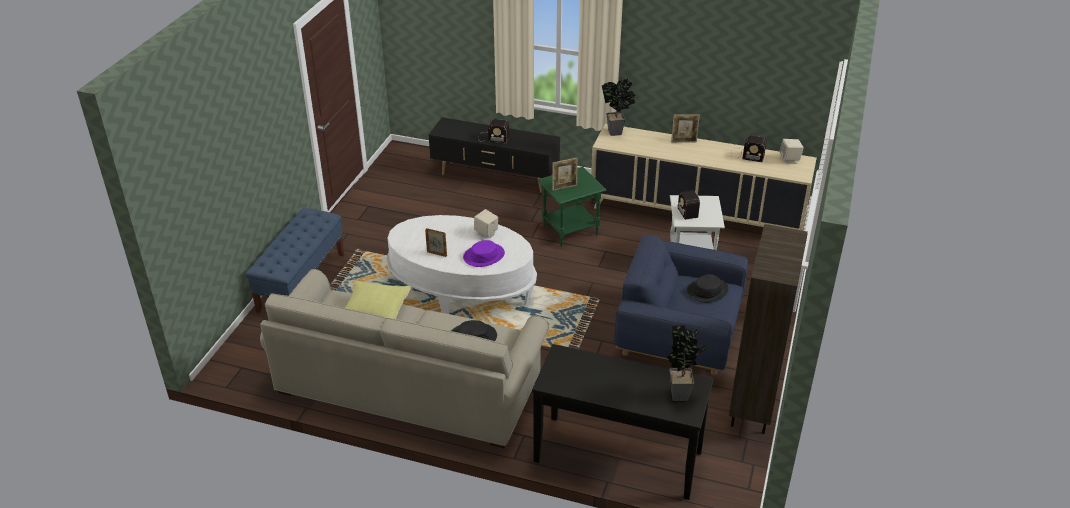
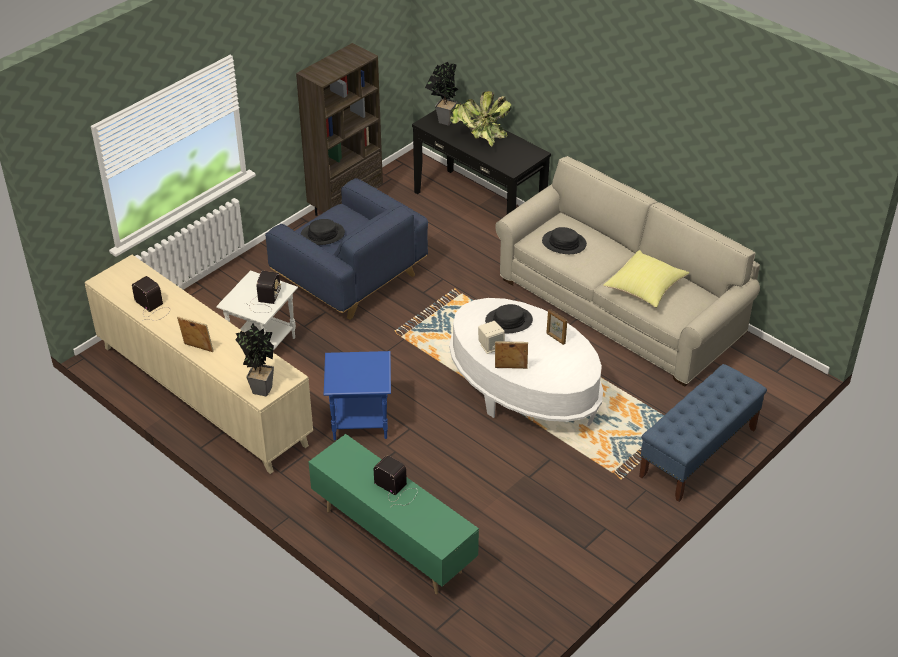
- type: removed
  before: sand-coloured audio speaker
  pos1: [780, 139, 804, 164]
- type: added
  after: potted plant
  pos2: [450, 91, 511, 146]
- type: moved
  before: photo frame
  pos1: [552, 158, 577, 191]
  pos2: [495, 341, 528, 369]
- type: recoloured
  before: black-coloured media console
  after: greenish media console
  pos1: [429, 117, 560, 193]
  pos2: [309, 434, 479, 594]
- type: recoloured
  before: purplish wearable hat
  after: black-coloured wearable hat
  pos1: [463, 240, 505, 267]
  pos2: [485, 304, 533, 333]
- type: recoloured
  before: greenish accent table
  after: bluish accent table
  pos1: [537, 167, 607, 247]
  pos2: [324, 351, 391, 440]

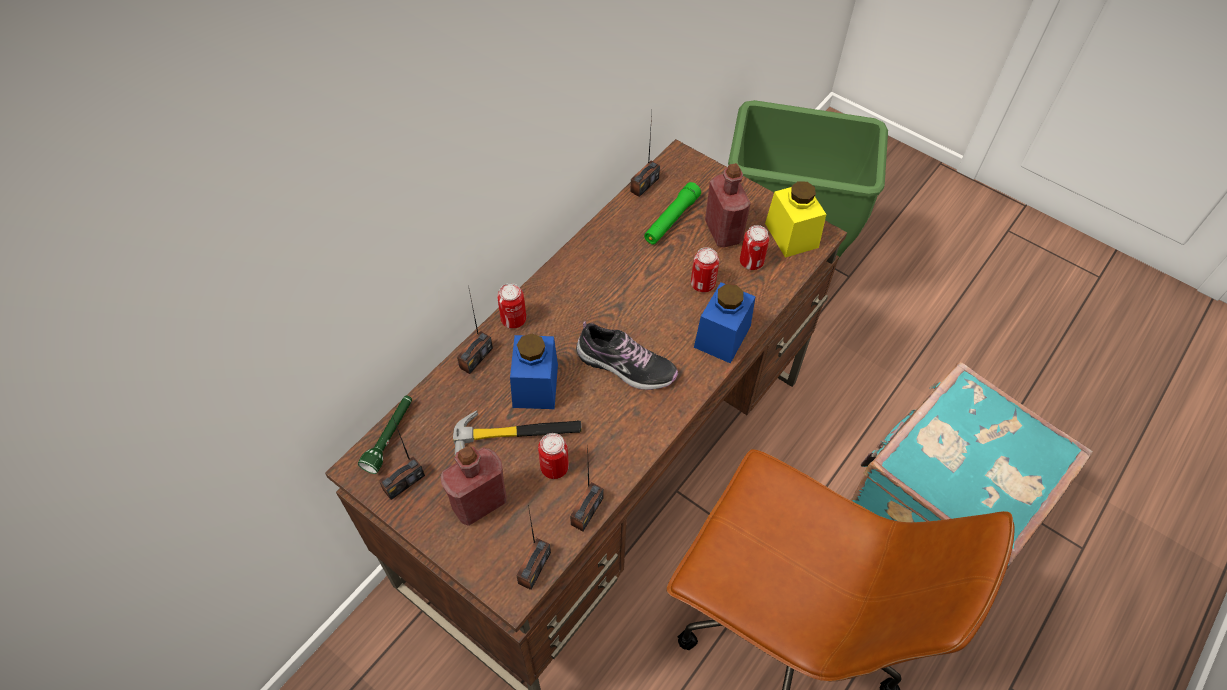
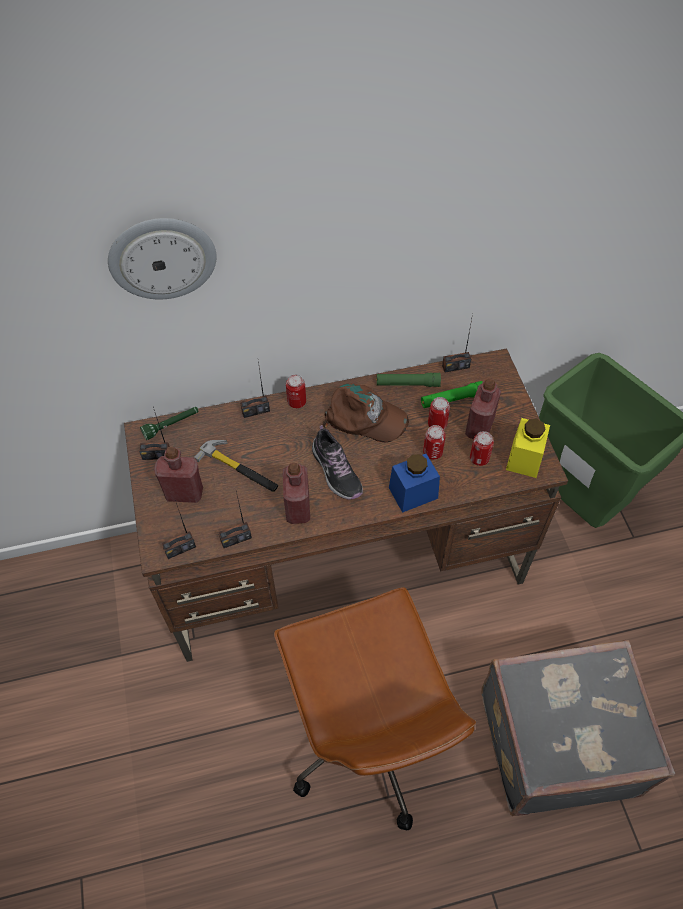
- type: removed
  before: bluish storage jar
  pos1: [510, 333, 558, 409]
- type: added
  after: wall clock
  pos2: [108, 218, 217, 299]
- type: added
  after: red drink bottle
  pos2: [283, 463, 310, 524]
- type: added
  after: brown cap
  pos2: [322, 384, 409, 443]
- type: added
  after: greenish hand torch
  pos2: [376, 373, 441, 387]
- type: moved
  before: can
  pos1: [538, 433, 569, 479]
  pos2: [428, 397, 450, 430]
- type: recoloured
  before: turquoise-coloured piece of luggage
  after: greyish piece of luggage
  pos1: [851, 362, 1093, 569]
  pos2: [481, 640, 675, 816]

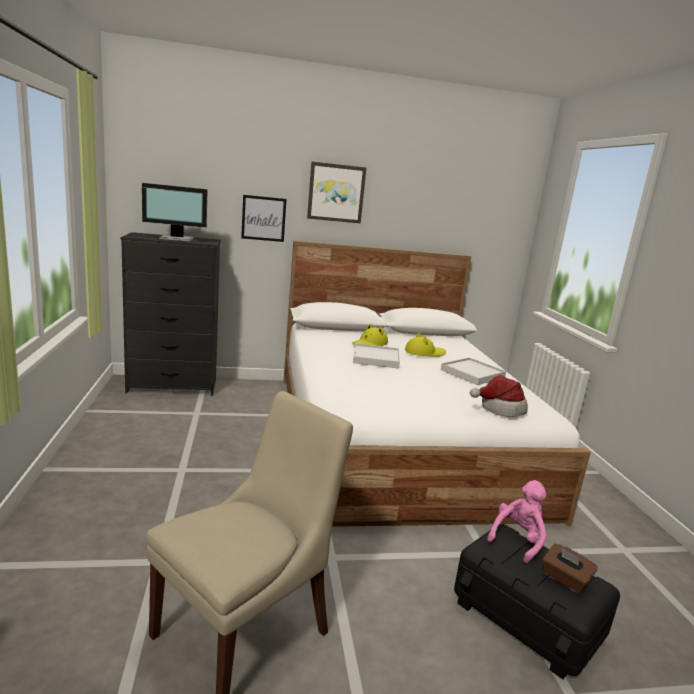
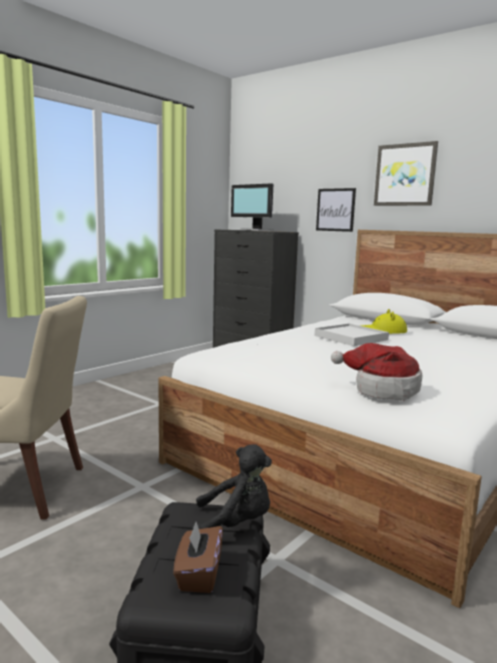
- type: removed
  before: yellow wearable hat
  pos1: [405, 333, 446, 357]
- type: removed
  before: white-coloured serving tray
  pos1: [441, 358, 506, 385]
- type: recoloured
  before: pinkish plush toy
  after: black-coloured plush toy
  pos1: [487, 480, 547, 563]
  pos2: [191, 444, 272, 530]

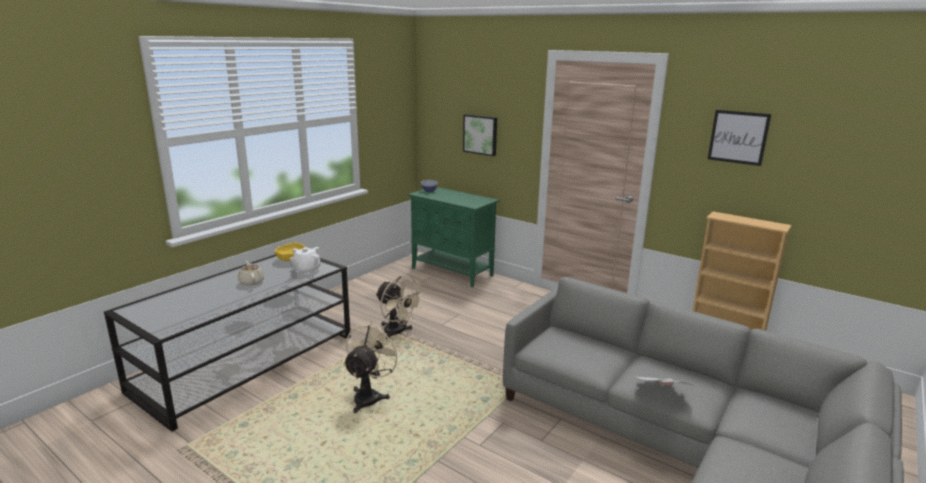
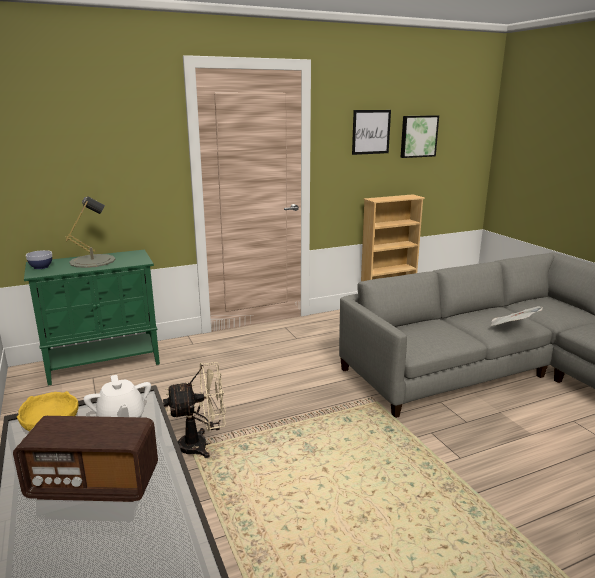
- type: removed
  before: sand-coloured fan
  pos1: [343, 322, 402, 413]
- type: added
  after: greyish table lamp
  pos2: [66, 197, 116, 268]
- type: moved
  before: wall art
  pos1: [463, 114, 497, 156]
  pos2: [401, 115, 439, 158]
- type: replaced
  before: sand-coloured tea pot
  after: radio
  pos1: [238, 261, 264, 286]
  pos2: [13, 416, 158, 502]

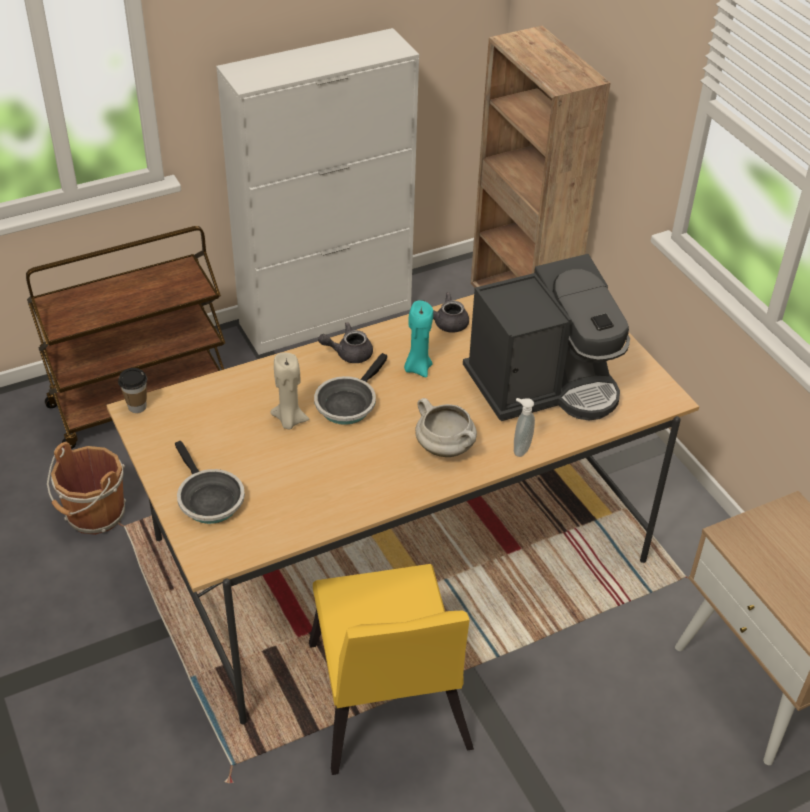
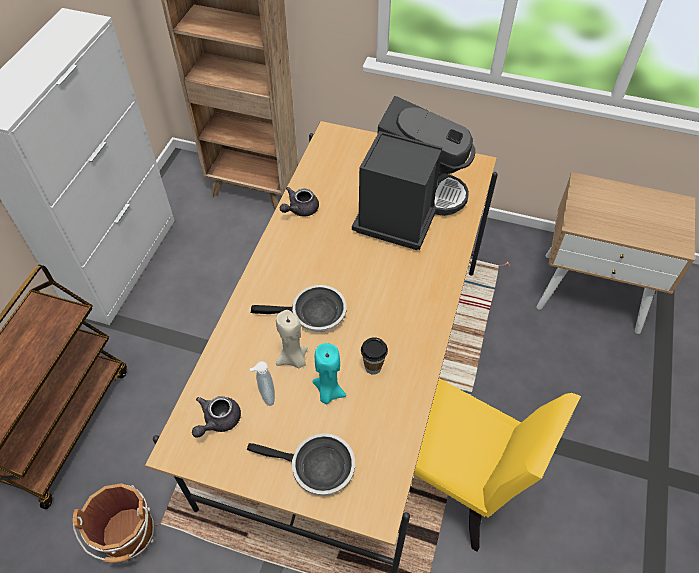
- type: removed
  before: white-coloured stockpot
  pos1: [415, 398, 477, 457]
- type: moved
  before: cup
  pos1: [118, 368, 147, 413]
  pos2: [361, 337, 388, 375]
- type: moved
  before: greyish tea pot
  pos1: [318, 322, 373, 363]
  pos2: [192, 396, 241, 438]
- type: moved
  before: turquoise-coloured wax light
  pos1: [404, 301, 433, 377]
  pos2: [312, 343, 347, 404]
- type: moved
  before: liquid soap bottle
  pos1: [514, 398, 535, 457]
  pos2: [250, 361, 275, 406]
- type: turned
  before: skillet
  pos1: [314, 353, 387, 425]
  pos2: [251, 285, 346, 332]
  turn: -75

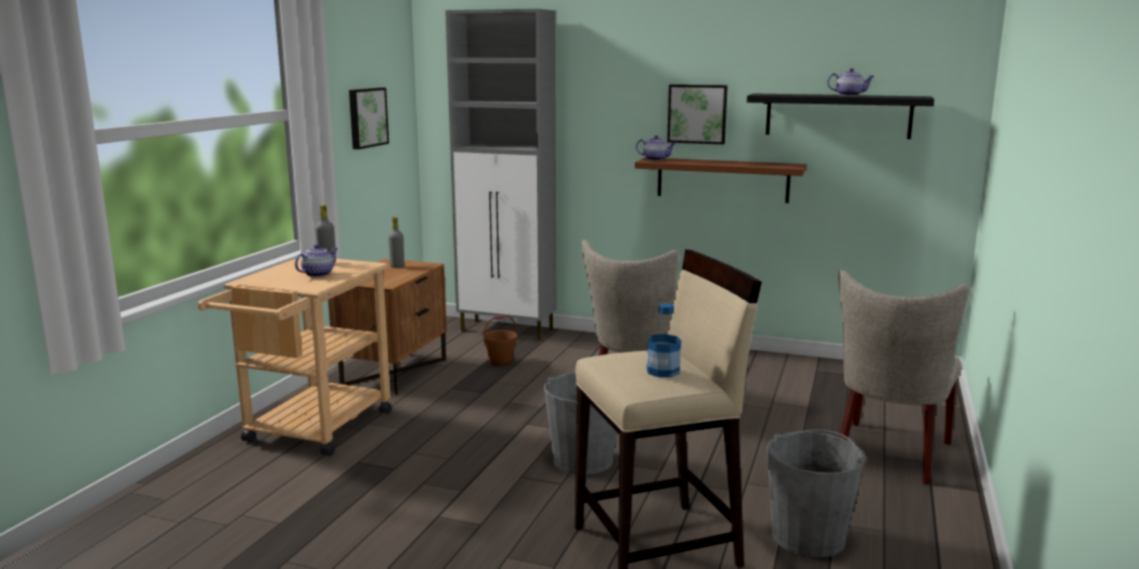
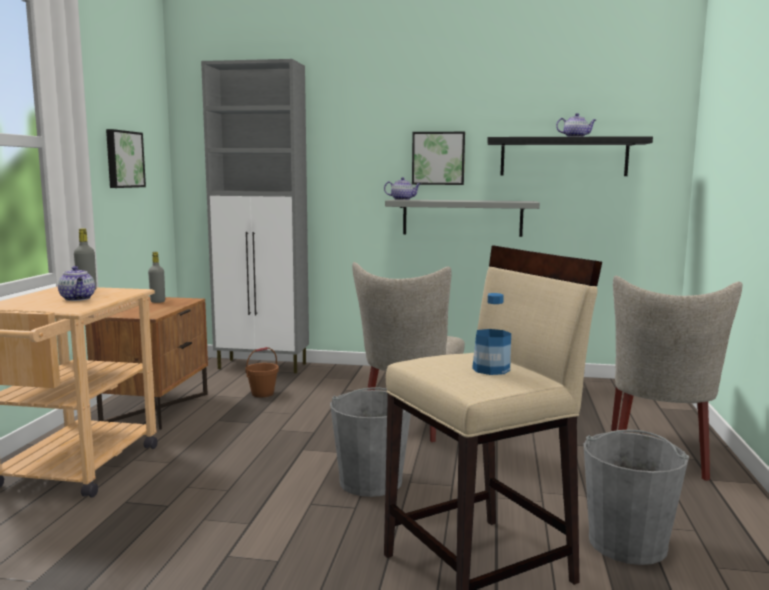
- type: recoloured
  before: brown bracket shelf
  after: greyish bracket shelf
  pos1: [635, 157, 807, 203]
  pos2: [385, 199, 540, 237]
- type: turned
  before: tea pot
  pos1: [295, 244, 338, 277]
  pos2: [58, 266, 95, 301]
  turn: 120

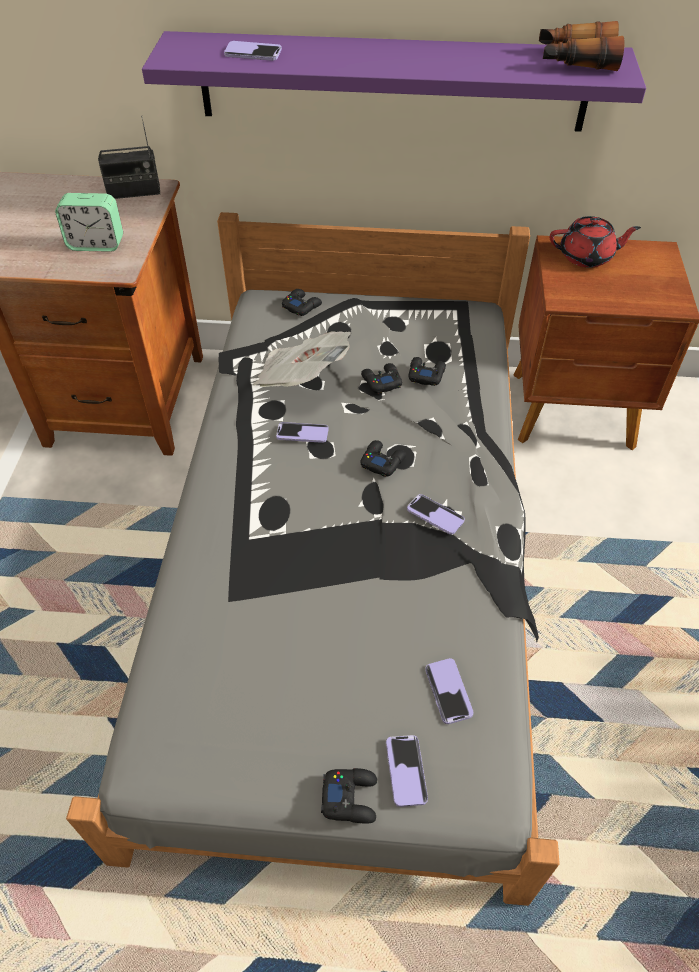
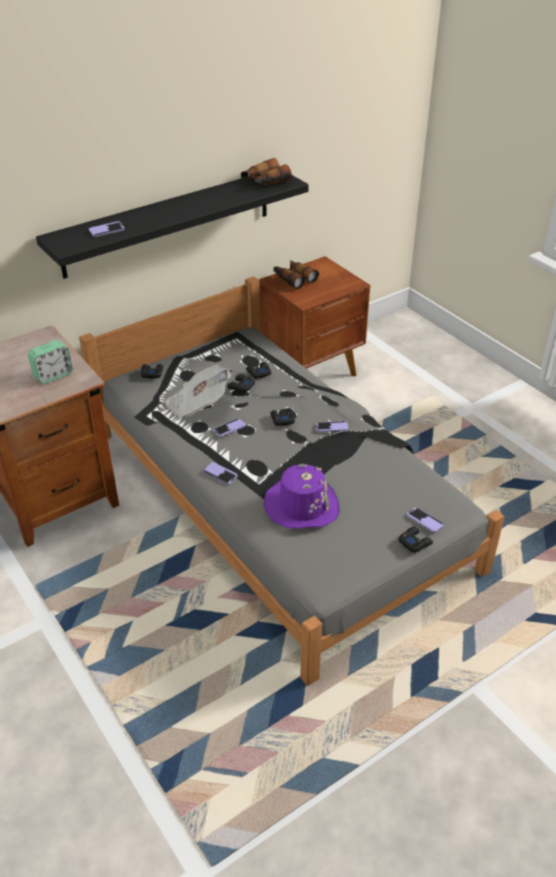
- type: removed
  before: radio
  pos1: [98, 116, 160, 199]
- type: added
  after: purplish wearable hat
  pos2: [264, 464, 340, 529]
- type: moved
  before: handset
  pos1: [425, 658, 473, 724]
  pos2: [203, 462, 238, 485]
- type: replaced
  before: red tea pot
  after: field glasses
  pos1: [550, 216, 641, 268]
  pos2: [274, 260, 319, 290]
- type: recoloured
  before: purplish bracket shelf
  after: black-coloured bracket shelf
  pos1: [142, 31, 646, 132]
  pos2: [36, 175, 309, 279]

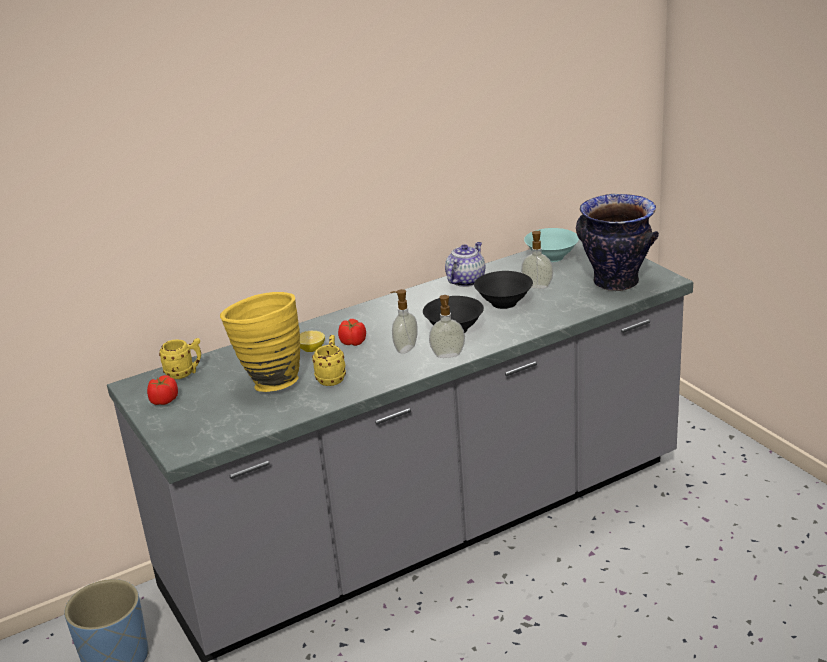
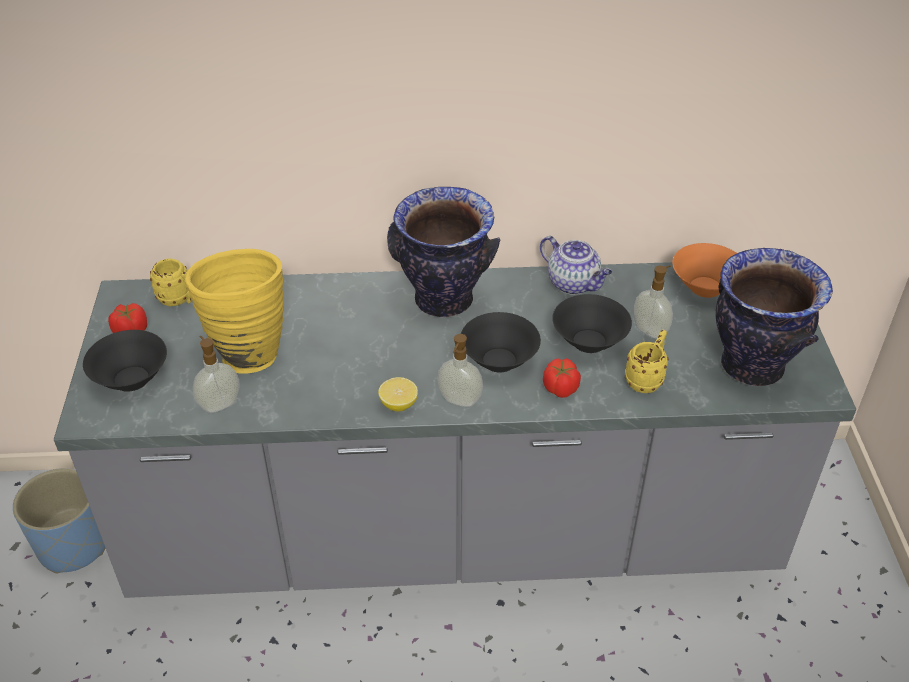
- type: added
  after: black-coloured serving bowl
  pos2: [83, 330, 167, 392]
- type: added
  after: decorative vase
  pos2: [387, 187, 501, 317]
- type: moved
  before: whole lemon
  pos1: [300, 331, 325, 352]
  pos2: [378, 377, 418, 411]
- type: moved
  before: yellow coffee mug
  pos1: [312, 335, 346, 386]
  pos2: [625, 330, 669, 393]
- type: moved
  before: tomato
  pos1: [338, 319, 366, 346]
  pos2: [543, 358, 581, 398]
- type: moved
  before: liquid soap bottle
  pos1: [391, 289, 418, 354]
  pos2: [193, 336, 239, 413]
- type: recoloured
  before: turquoise-coloured serving bowl
  after: orange serving bowl
  pos1: [524, 228, 579, 262]
  pos2: [672, 243, 737, 298]
- type: turned
  before: tea pot
  pos1: [445, 242, 485, 287]
  pos2: [540, 236, 612, 295]
  turn: 75

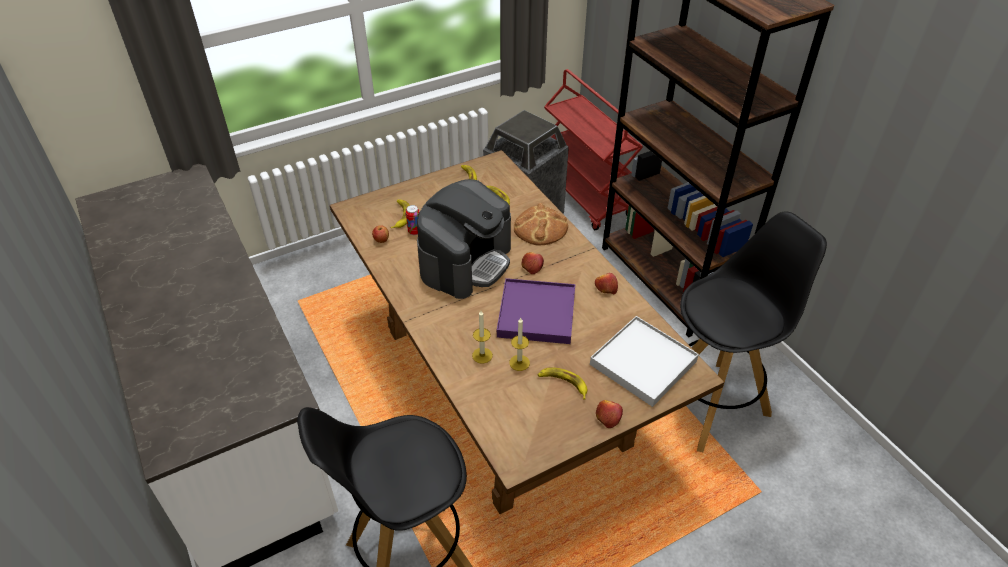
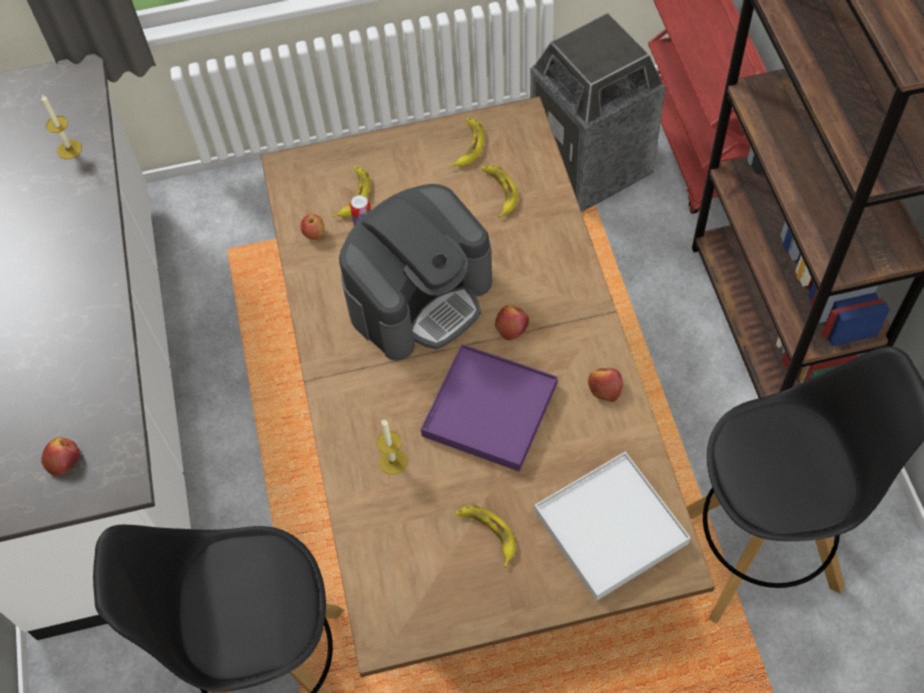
- type: removed
  before: bread
  pos1: [514, 203, 568, 246]
- type: moved
  before: wax light
  pos1: [509, 317, 530, 371]
  pos2: [41, 95, 82, 159]
- type: moved
  before: apple
  pos1: [596, 400, 623, 428]
  pos2: [41, 437, 80, 476]

